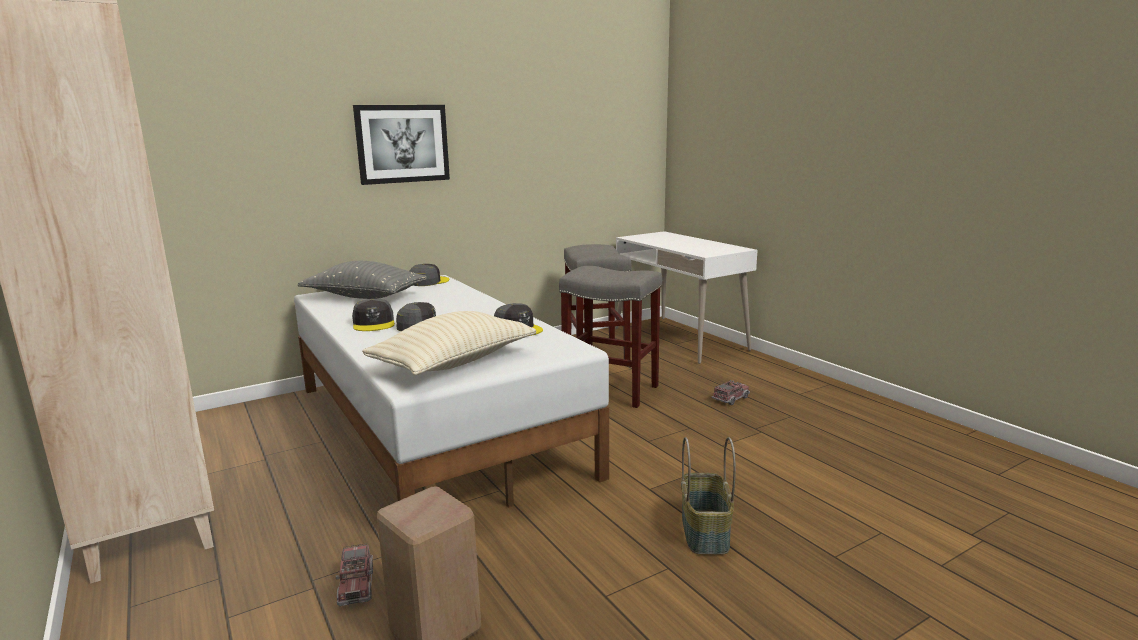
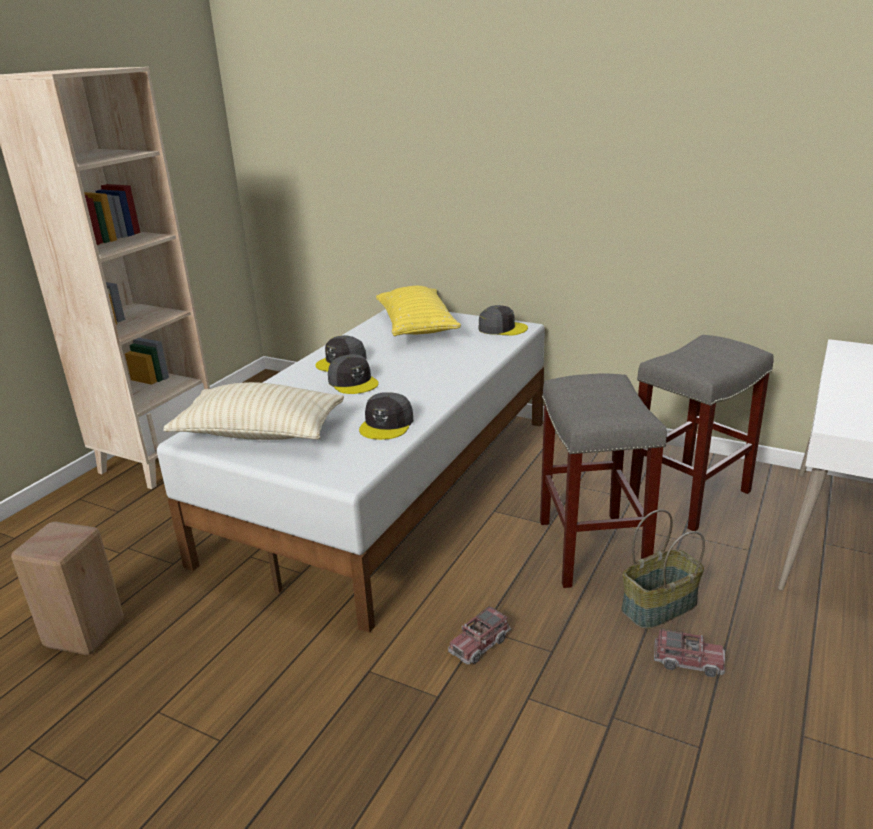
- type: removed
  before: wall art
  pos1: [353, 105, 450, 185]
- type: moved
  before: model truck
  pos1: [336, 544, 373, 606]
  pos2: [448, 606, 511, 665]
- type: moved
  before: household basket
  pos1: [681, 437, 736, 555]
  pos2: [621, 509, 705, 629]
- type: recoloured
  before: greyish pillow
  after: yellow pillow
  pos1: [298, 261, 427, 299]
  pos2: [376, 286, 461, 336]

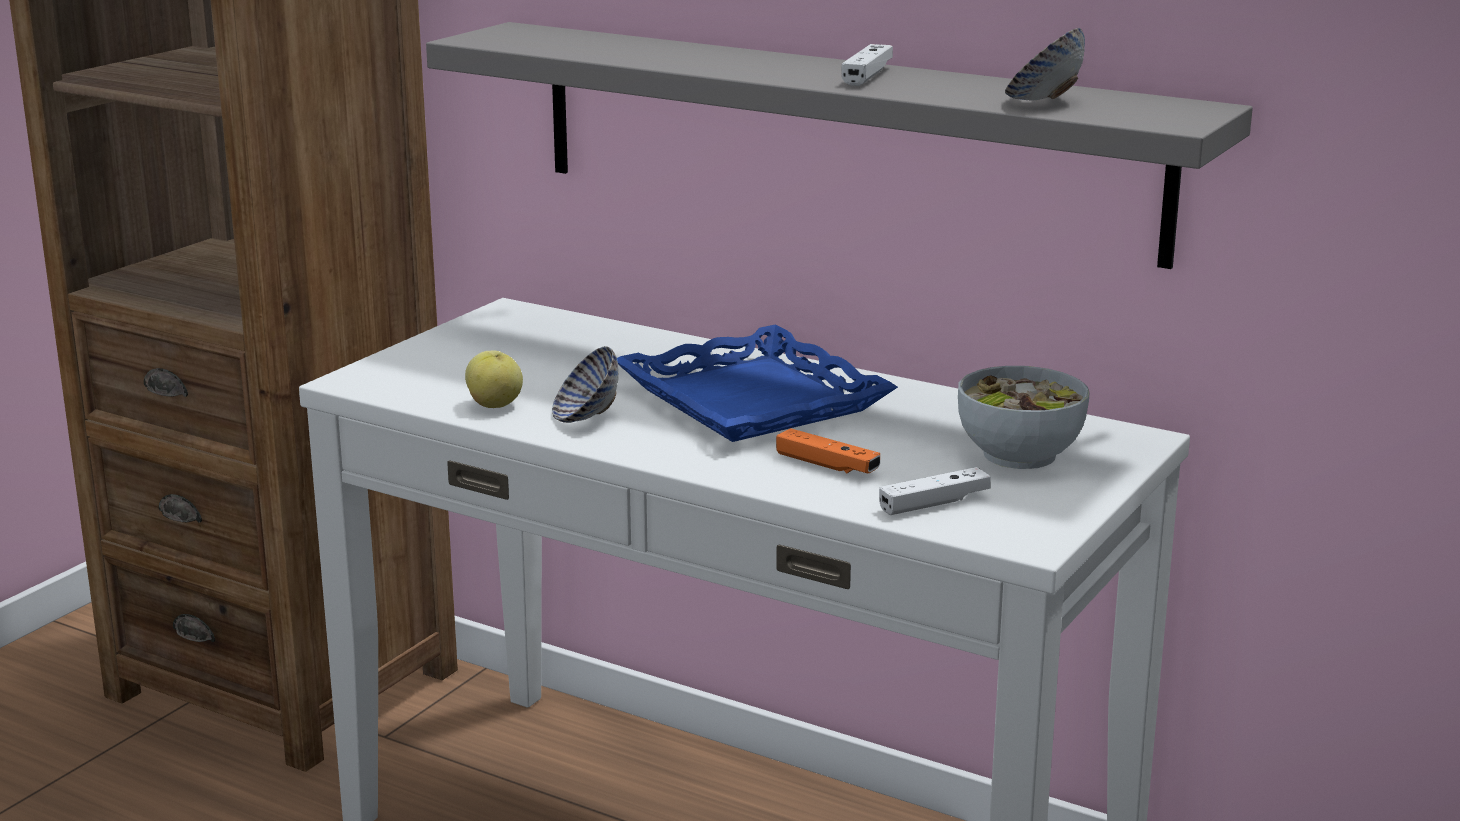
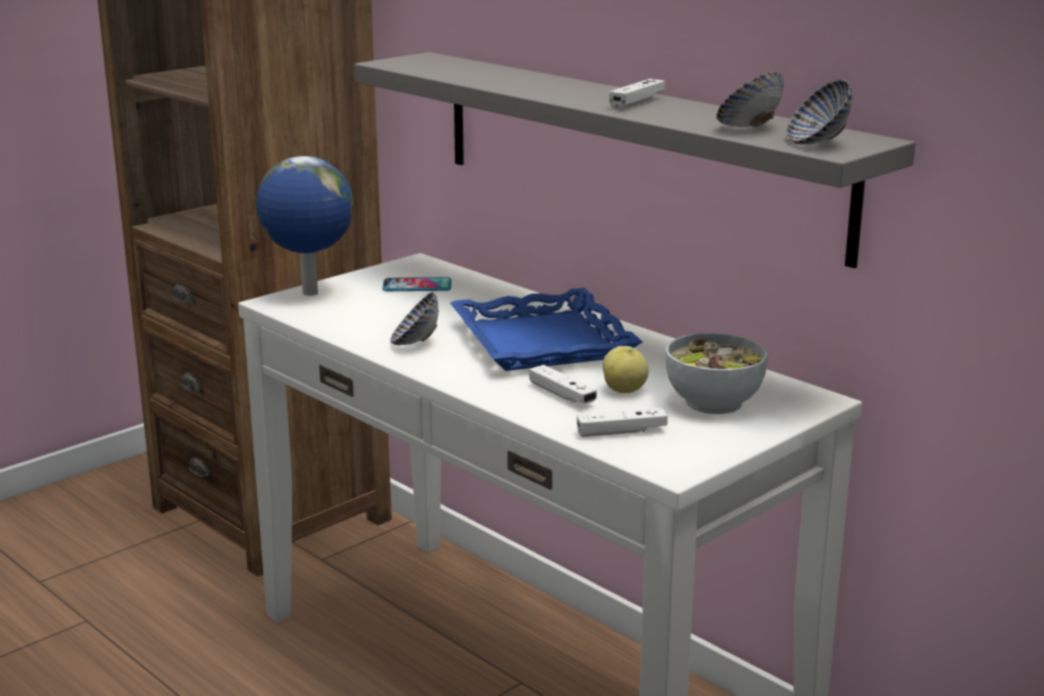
- type: added
  after: world globe
  pos2: [256, 156, 353, 296]
- type: added
  after: handset
  pos2: [382, 277, 452, 291]
- type: added
  after: serving bowl
  pos2: [786, 80, 853, 145]
- type: moved
  before: apple
  pos1: [465, 350, 523, 408]
  pos2: [603, 346, 649, 393]
- type: recoloured
  before: orange gamepad
  after: white-coloured gamepad
  pos1: [776, 428, 880, 474]
  pos2: [529, 365, 597, 404]

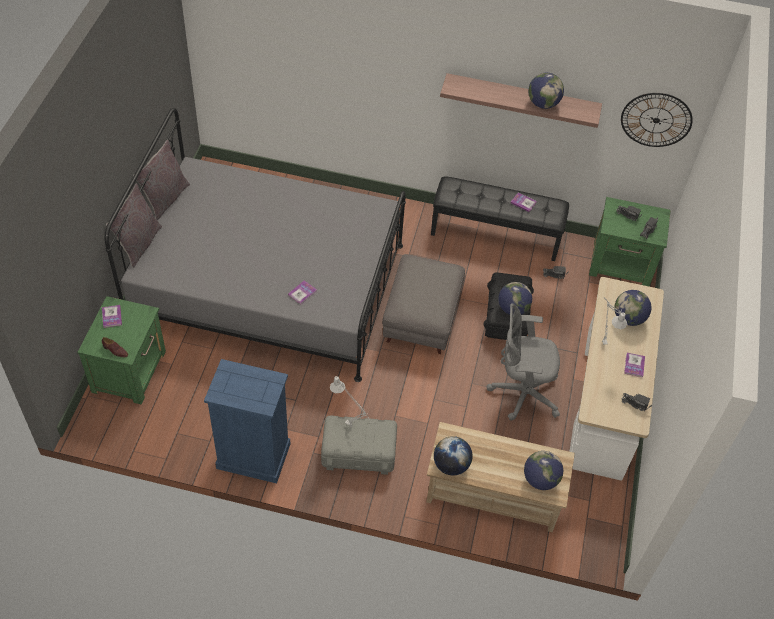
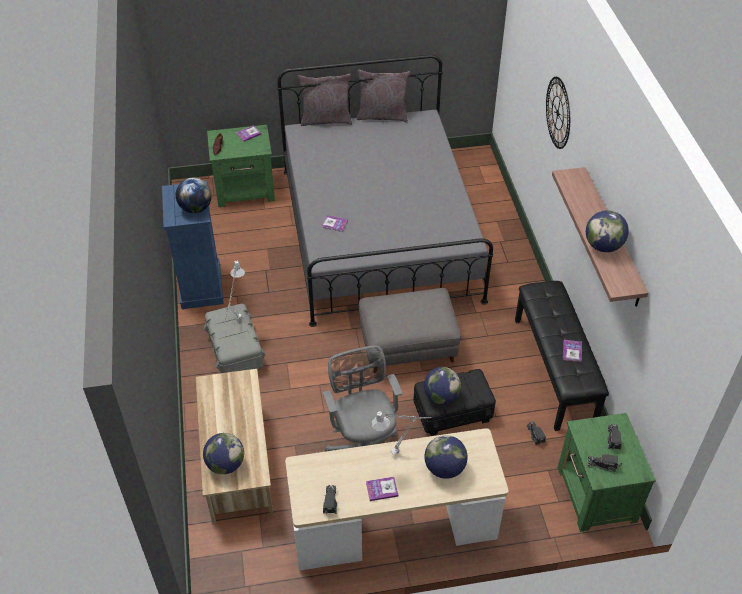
- type: moved
  before: world globe
  pos1: [434, 436, 473, 476]
  pos2: [176, 178, 212, 213]
- type: moved
  before: wall clock
  pos1: [621, 93, 693, 147]
  pos2: [546, 77, 570, 149]

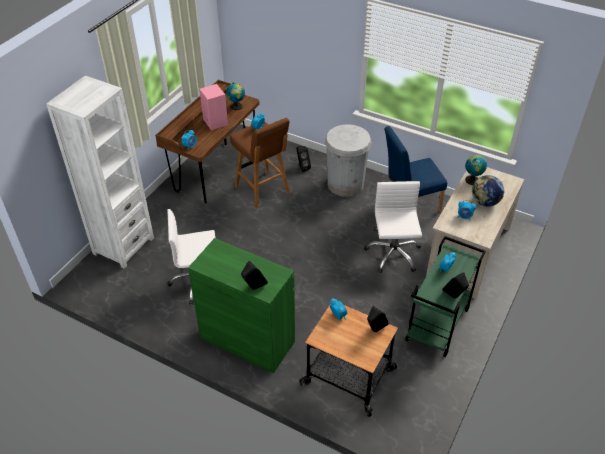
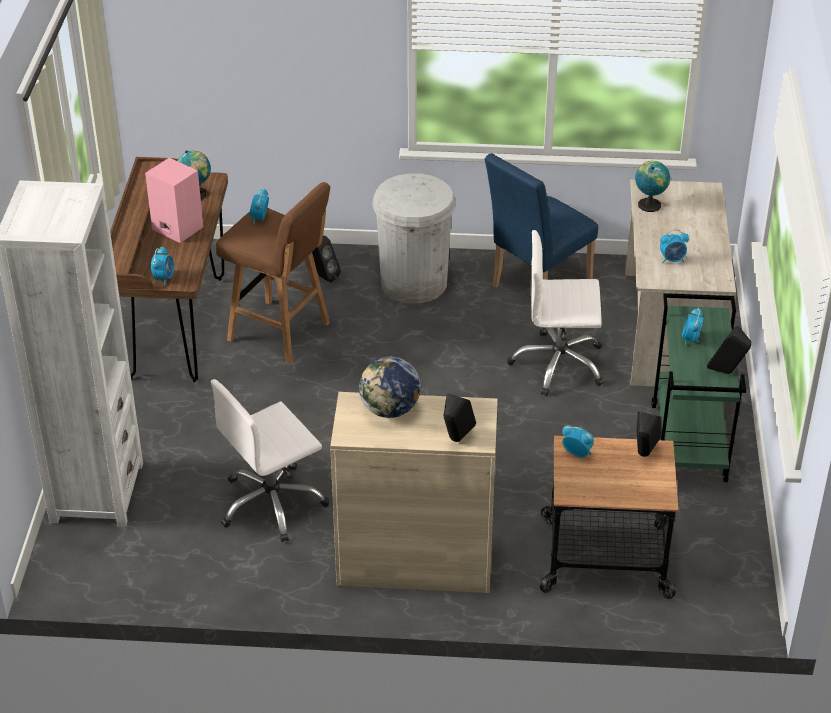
- type: moved
  before: world globe
  pos1: [472, 175, 504, 207]
  pos2: [359, 357, 421, 418]
- type: recoloured
  before: greenish cabinet
  after: sand-coloured cabinet
  pos1: [188, 238, 295, 373]
  pos2: [330, 392, 498, 593]
- type: turned
  before: white-coloured office chair
  pos1: [364, 181, 422, 273]
  pos2: [507, 230, 604, 396]
  turn: -60

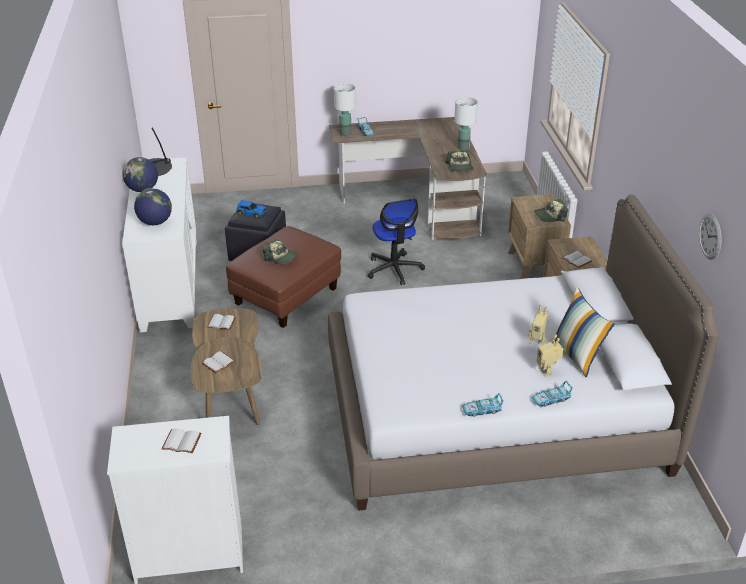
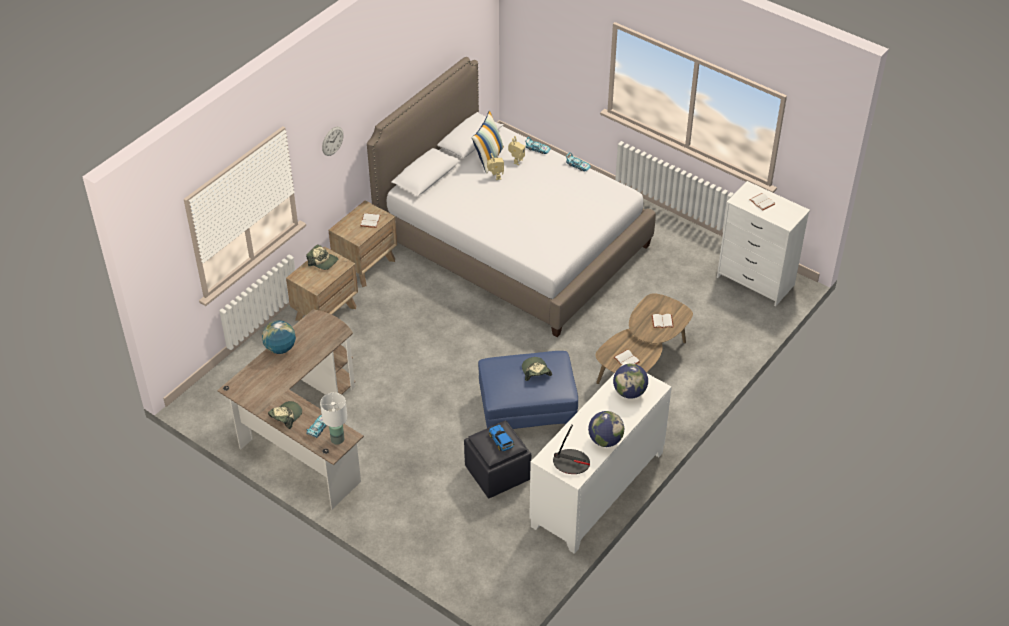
- type: removed
  before: office chair
  pos1: [367, 199, 425, 285]
- type: moved
  before: cap
  pos1: [445, 151, 473, 171]
  pos2: [268, 401, 302, 429]
- type: moved
  before: wall clock
  pos1: [699, 213, 722, 260]
  pos2: [322, 127, 344, 156]
- type: replaced
  before: white-coloured table lamp
  after: world globe
  pos1: [454, 97, 478, 151]
  pos2: [262, 320, 296, 354]
- type: recoloured
  before: brown ottoman
  after: bluish ottoman
  pos1: [226, 226, 341, 328]
  pos2: [478, 351, 578, 429]

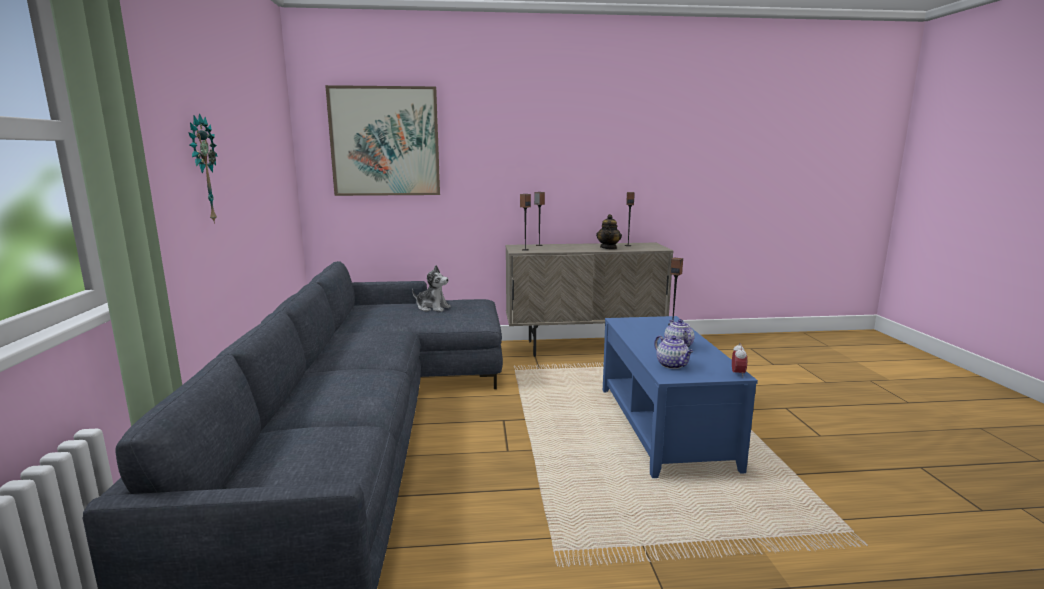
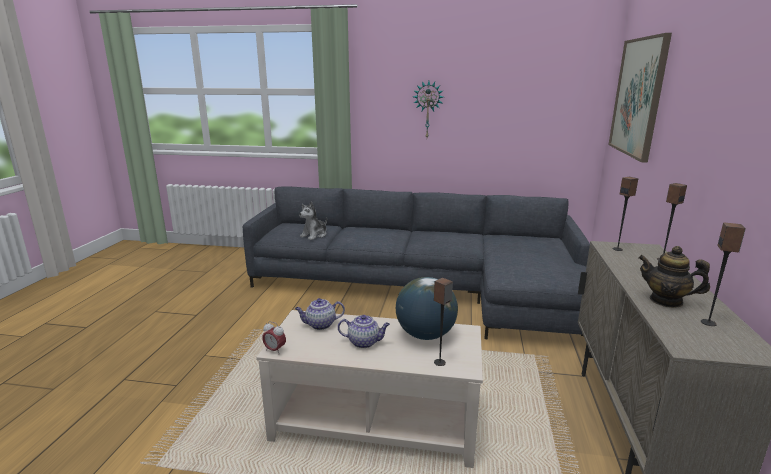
- type: added
  after: world globe
  pos2: [396, 277, 458, 340]
- type: moved
  before: plush toy
  pos1: [412, 265, 451, 312]
  pos2: [299, 201, 327, 240]
- type: recoloured
  before: bluish coffee table
  after: sand-coloured coffee table
  pos1: [603, 316, 758, 478]
  pos2: [256, 310, 483, 468]

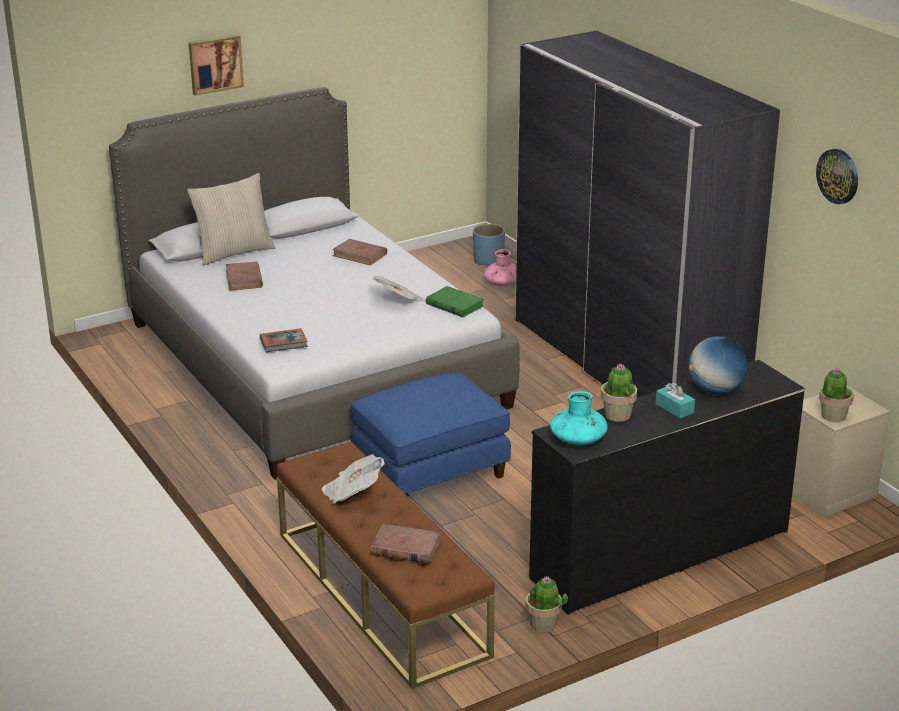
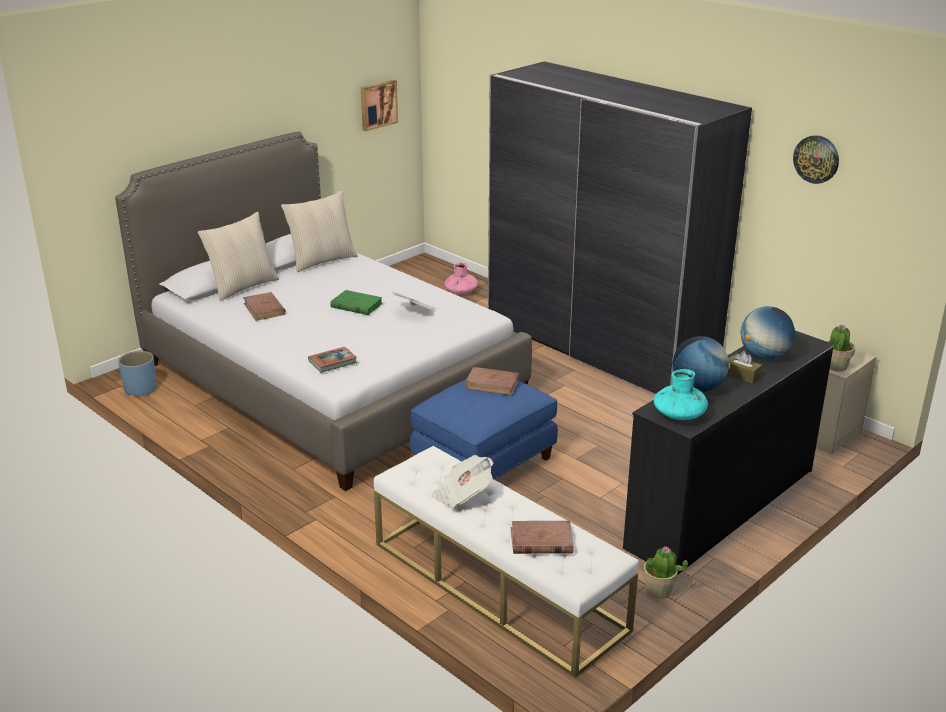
- type: added
  after: sand-coloured pillow
  pos2: [281, 191, 358, 272]
- type: moved
  before: wall art
  pos1: [189, 34, 244, 96]
  pos2: [361, 80, 398, 131]
- type: moved
  before: brown bound book
  pos1: [332, 239, 387, 265]
  pos2: [465, 367, 519, 395]
- type: moved
  before: greenish bound book
  pos1: [426, 286, 484, 317]
  pos2: [330, 290, 383, 315]
- type: moved
  before: bluish planter
  pos1: [473, 224, 505, 266]
  pos2: [118, 351, 157, 396]
- type: replaced
  before: potted plant
  after: world globe
  pos1: [601, 363, 637, 422]
  pos2: [672, 336, 731, 392]
- type: recoloured
  before: brown long seat
  after: white-coloured long seat
  pos1: [277, 442, 495, 689]
  pos2: [374, 446, 639, 678]
- type: recoloured
  before: turquoise-coloured box of tissues
  after: brown box of tissues
  pos1: [656, 382, 695, 418]
  pos2: [727, 351, 762, 384]

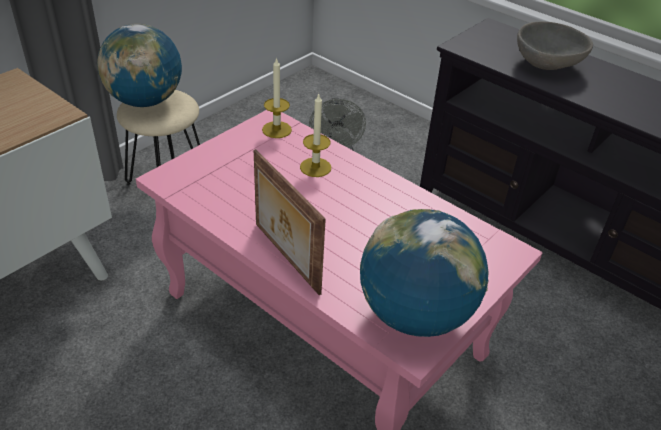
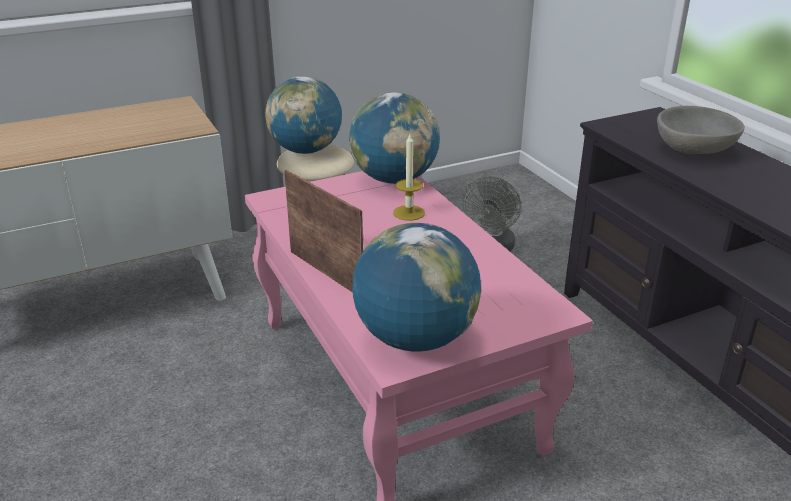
- type: replaced
  before: wax light
  after: world globe
  pos1: [262, 57, 292, 138]
  pos2: [349, 92, 440, 184]
- type: turned
  before: photo frame
  pos1: [254, 149, 326, 295]
  pos2: [284, 170, 363, 292]
  turn: 150

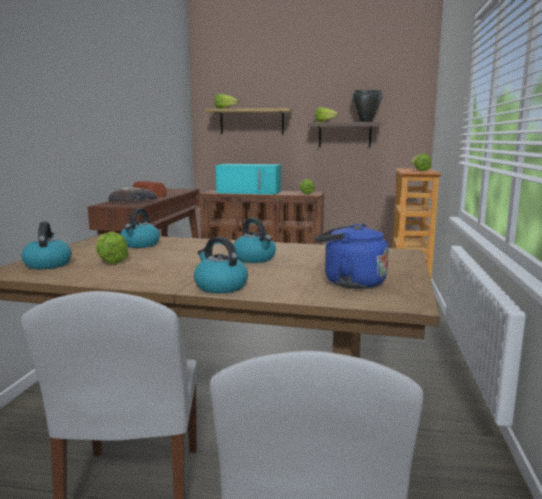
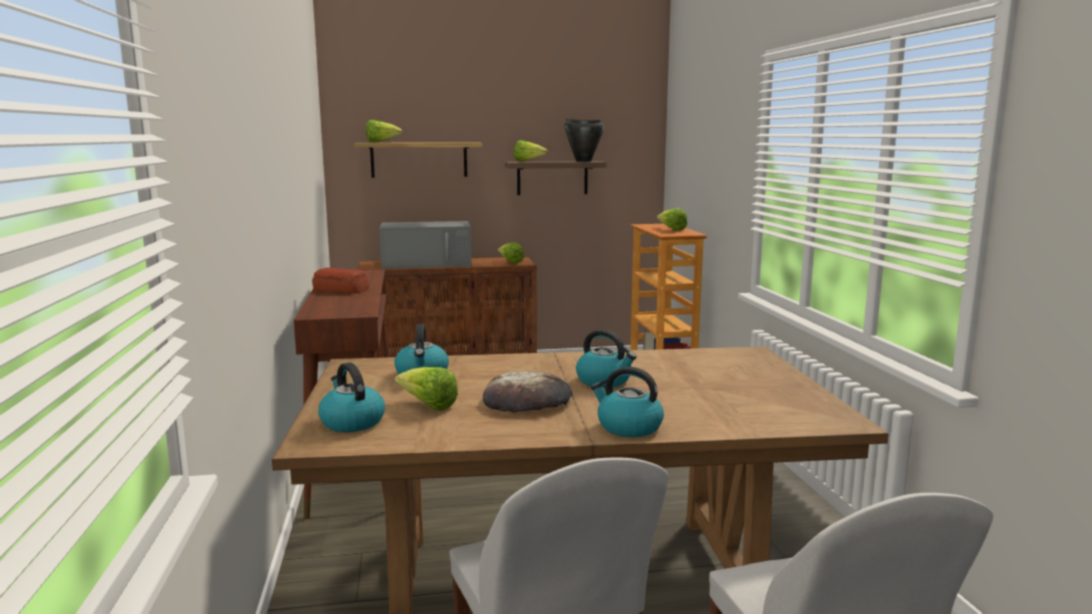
- type: removed
  before: bluish tea kettle
  pos1: [315, 224, 389, 289]
- type: moved
  before: bread
  pos1: [108, 186, 157, 202]
  pos2: [483, 371, 573, 413]
- type: recoloured
  before: turquoise-coloured microwave
  after: greyish microwave
  pos1: [216, 164, 281, 195]
  pos2: [380, 221, 472, 269]

